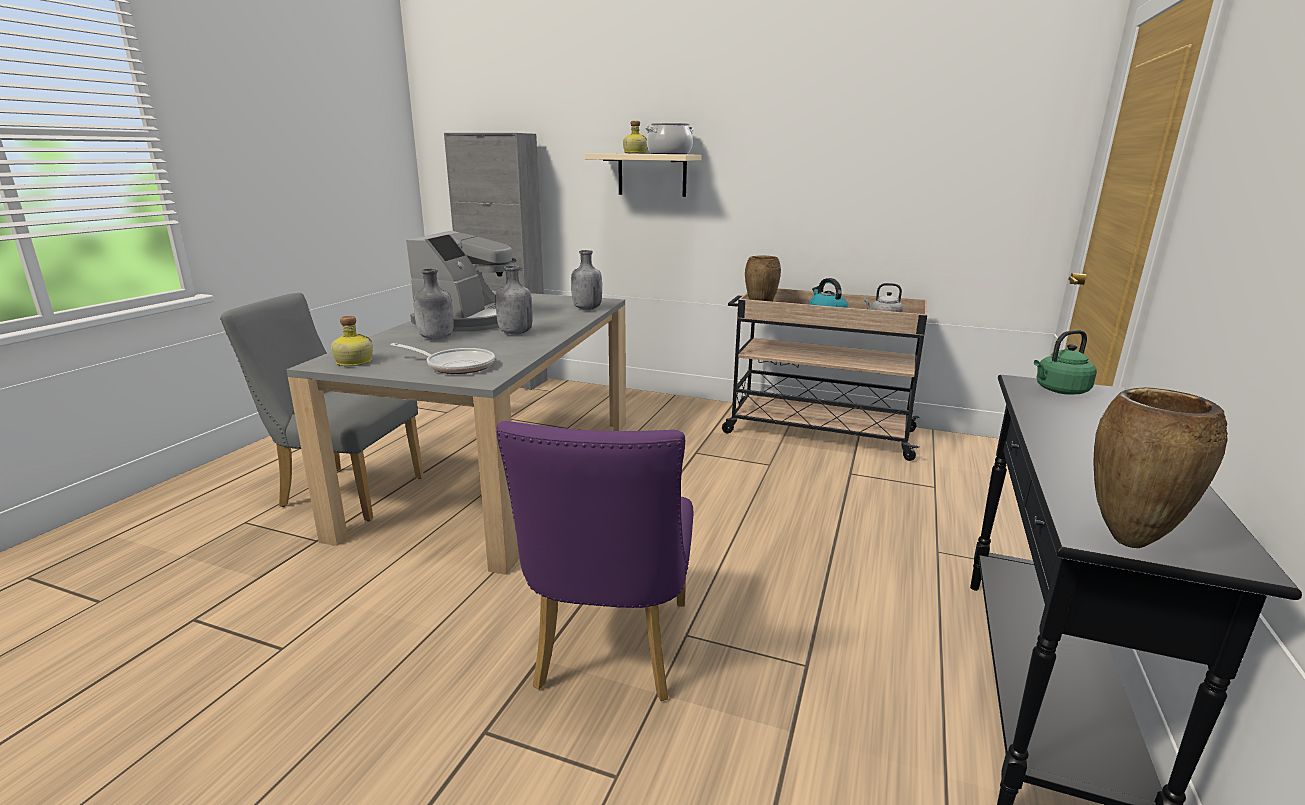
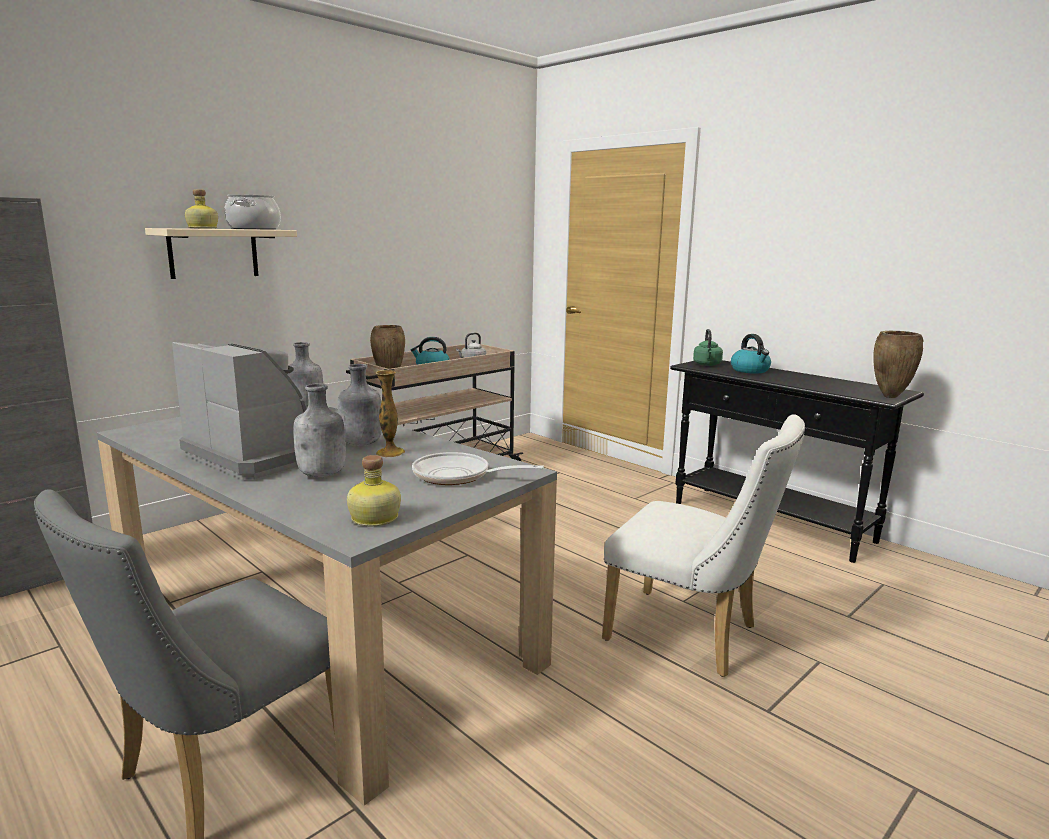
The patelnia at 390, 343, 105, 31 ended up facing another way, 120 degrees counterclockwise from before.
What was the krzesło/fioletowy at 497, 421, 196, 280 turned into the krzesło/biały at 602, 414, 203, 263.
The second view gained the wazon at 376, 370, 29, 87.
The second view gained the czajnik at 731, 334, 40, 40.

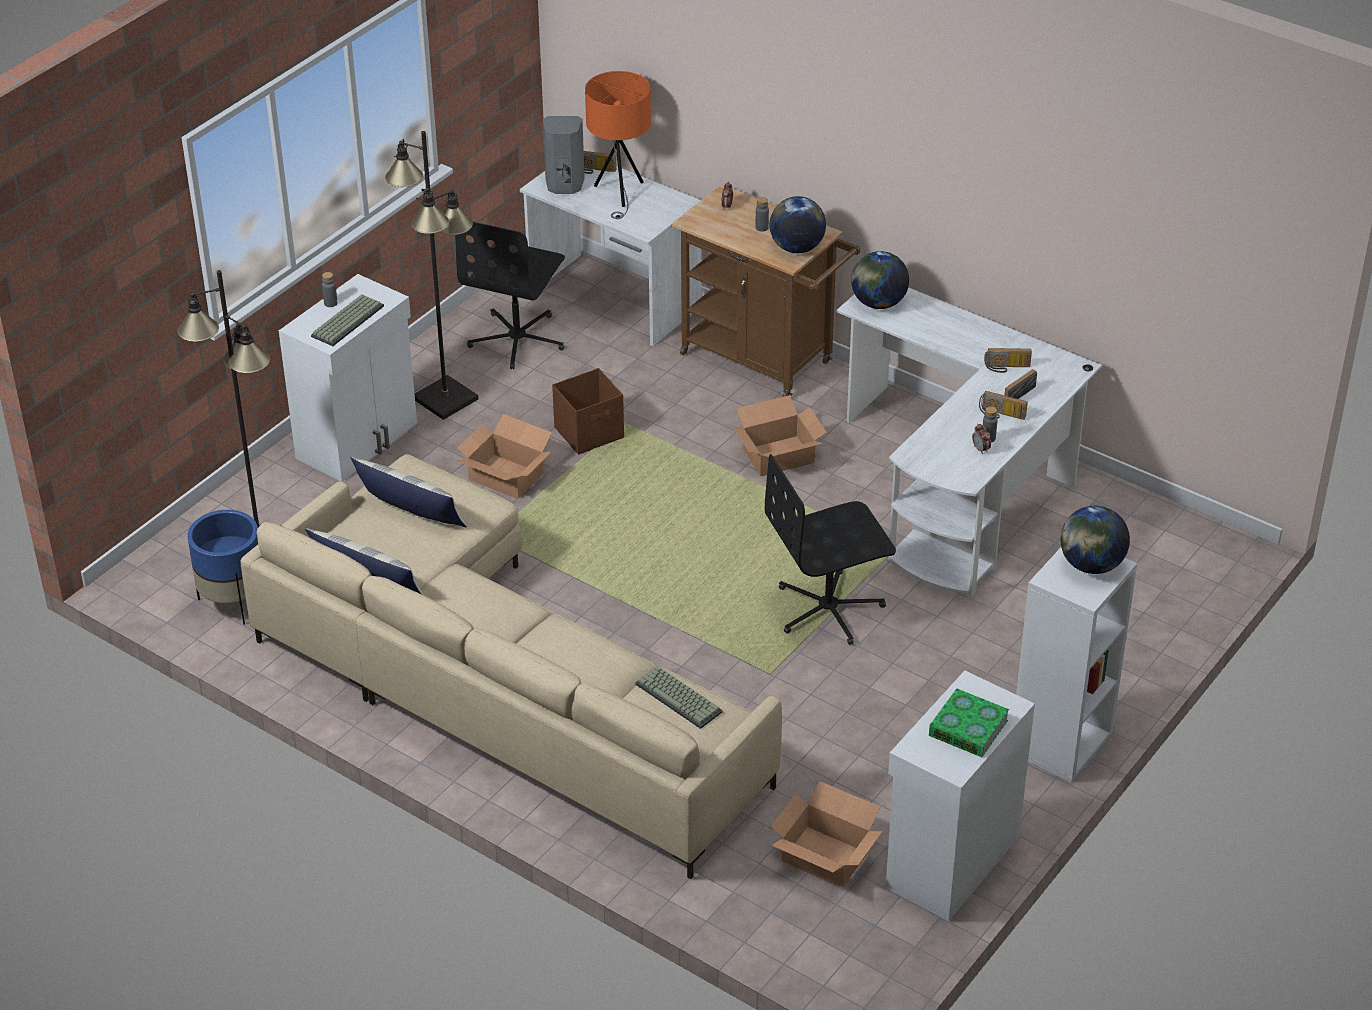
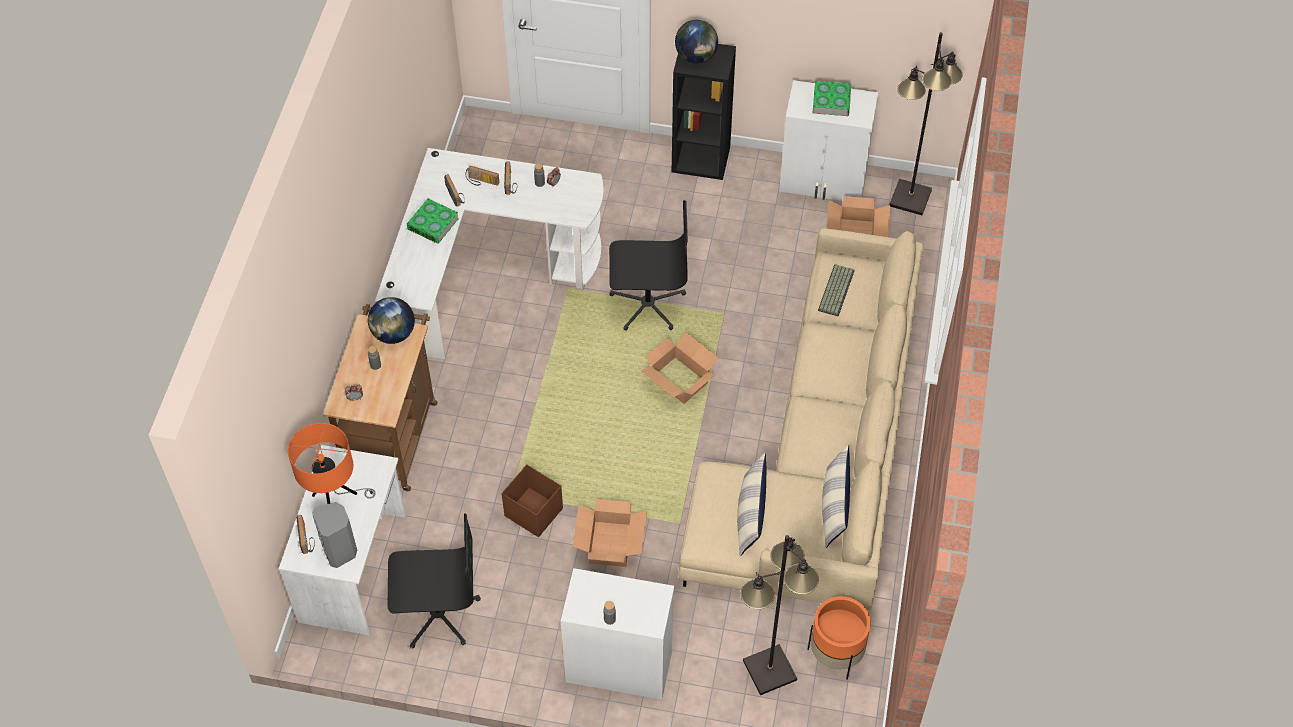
What was the donica/niebieski at 187, 510, 71, 115 turned into the donica/pomarańczowy at 808, 596, 63, 84.
The second view lost the klawiatura at 311, 294, 73, 52.
The lampa stojąca/czarny ended up elsewhere, having gone from 385, 131, 93, 289 to 889, 32, 74, 183.
The karton ended up elsewhere, having gone from 732, 395, 94, 81 to 641, 332, 77, 72.
The krzesło biurowe/czarny at 765, 454, 131, 191 ended up facing another way, 45 degrees counterclockwise from before.
The second view lost the globus at 851, 251, 58, 58.
What was the regał/biały at 1016, 548, 121, 235 turned into the regał/czarny at 672, 44, 64, 136.
The second view gained the książka at 407, 198, 52, 46.

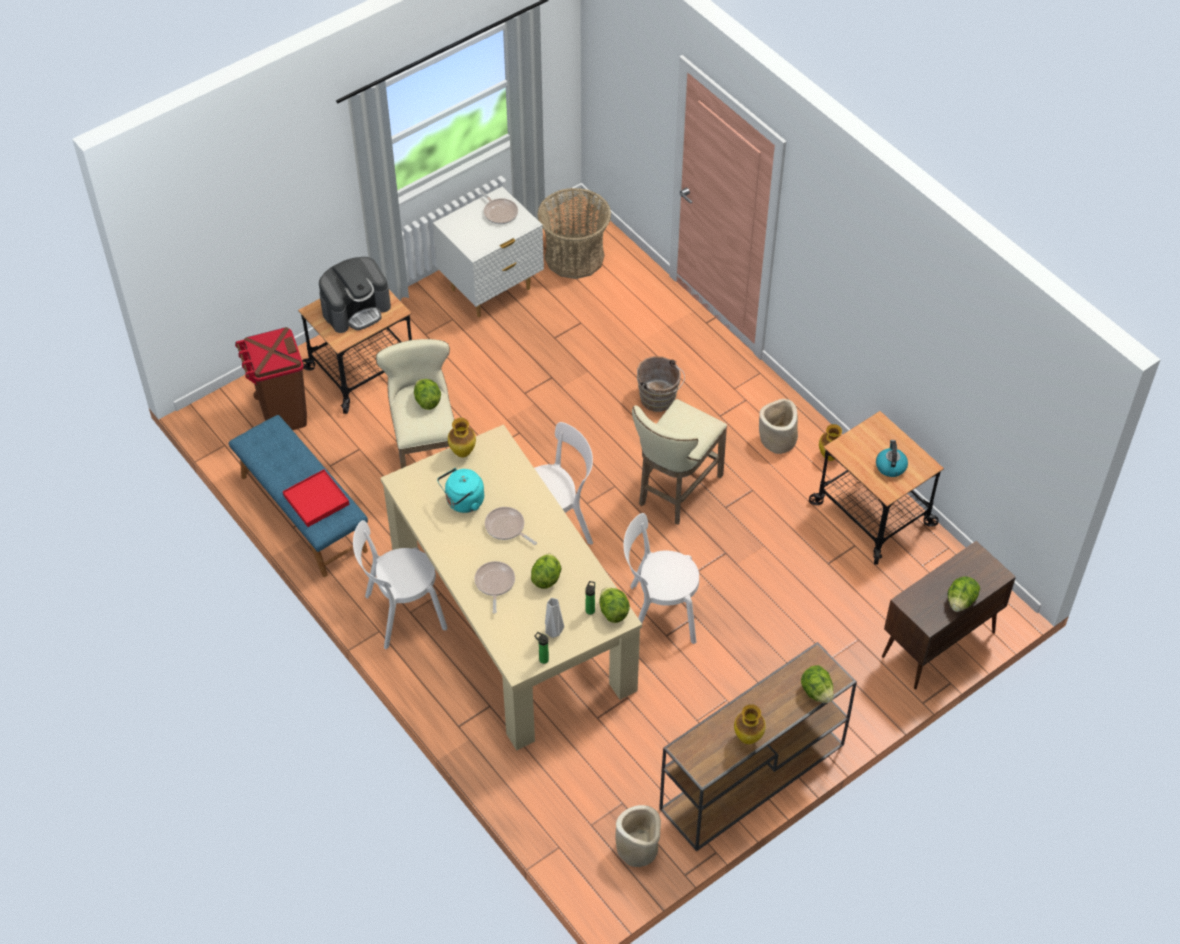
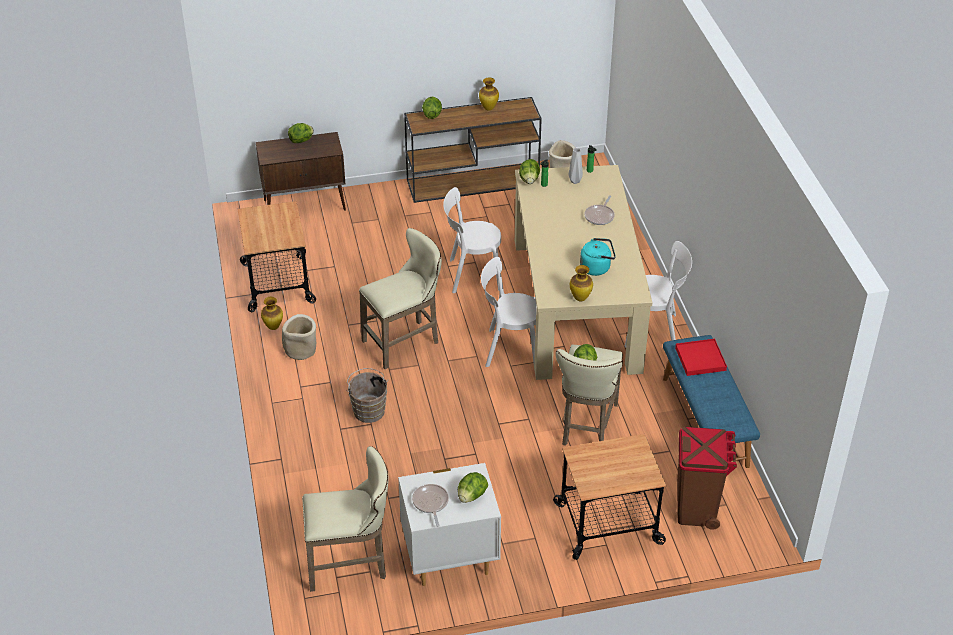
The second view lost the ekspres do kawy at 319, 257, 72, 76.
The second view lost the patelnia at 485, 507, 52, 38.
The sałata ended up elsewhere, having gone from 531, 553, 30, 36 to 458, 472, 30, 31.
Where the koszyk stood at 537, 188, 74, 91, the stołek/beżowy came to stand at 302, 446, 87, 146.
The krzesło/biały at 624, 513, 75, 131 ended up facing another way, 150 degrees clockwise from before.
The second view lost the czajnik at 876, 440, 32, 37.

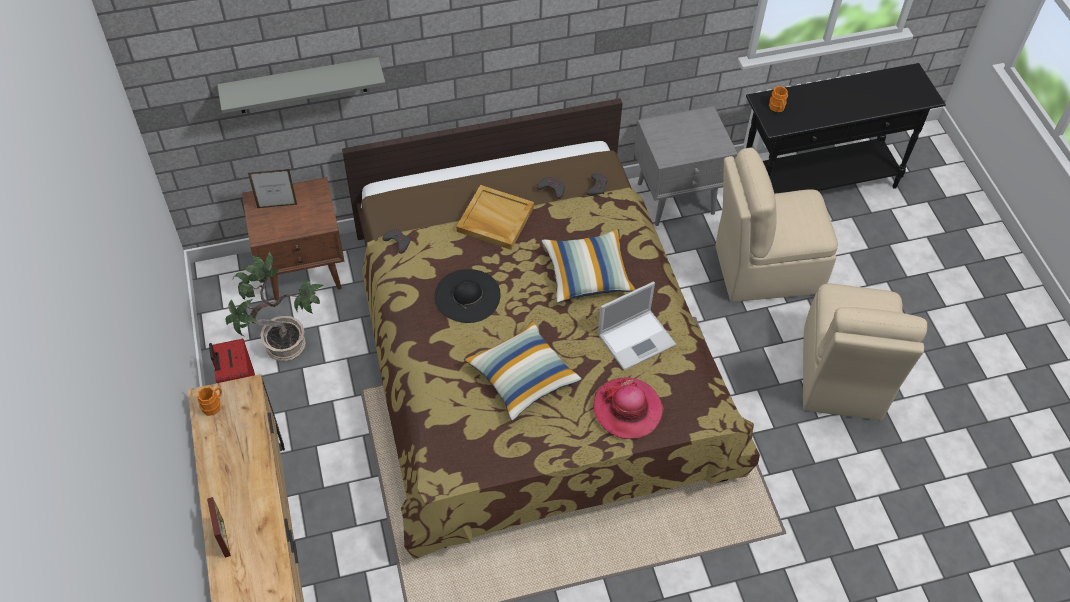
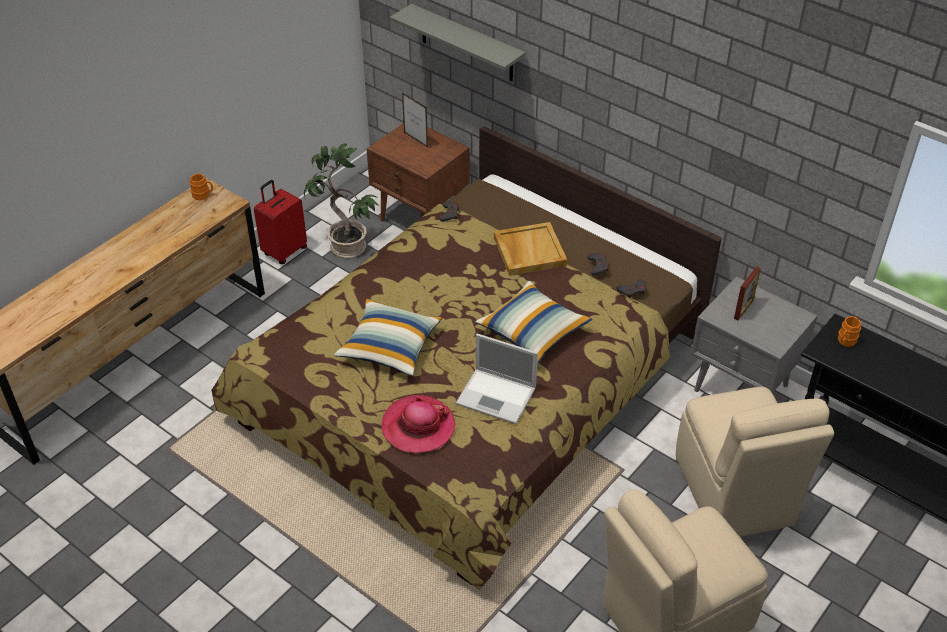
The ramka na zdjęcie ended up elsewhere, having gone from 207, 497, 24, 61 to 734, 266, 27, 54.
The second view lost the kapelusz/czarny at 434, 269, 67, 54.
The krzesło/beżowy at 715, 148, 123, 154 ended up facing another way, 150 degrees counterclockwise from before.

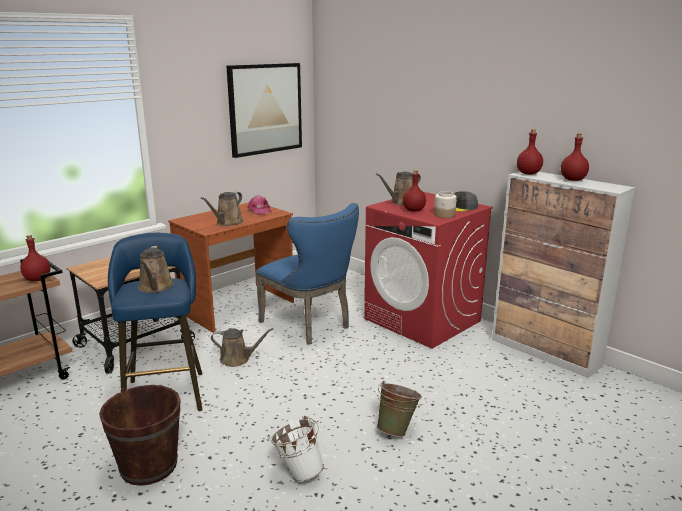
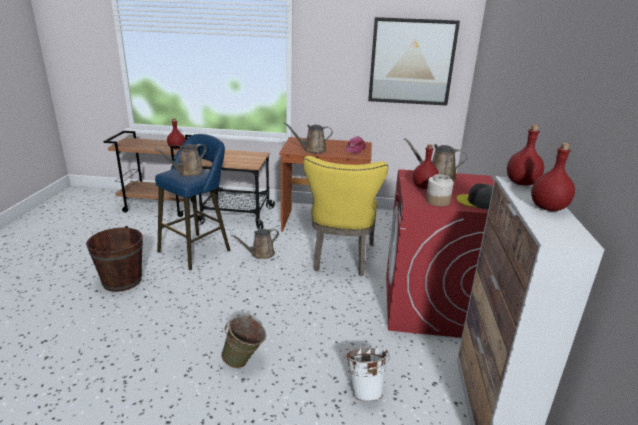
The konewka/brązowy at 211, 328, 62, 39 ended up facing another way, 90 degrees clockwise from before.
What was the krzesło/niebieski at 256, 203, 103, 141 turned into the krzesło/żółty at 303, 156, 85, 120.
The wiadro/biały ended up elsewhere, having gone from 271, 415, 53, 67 to 345, 347, 45, 55.

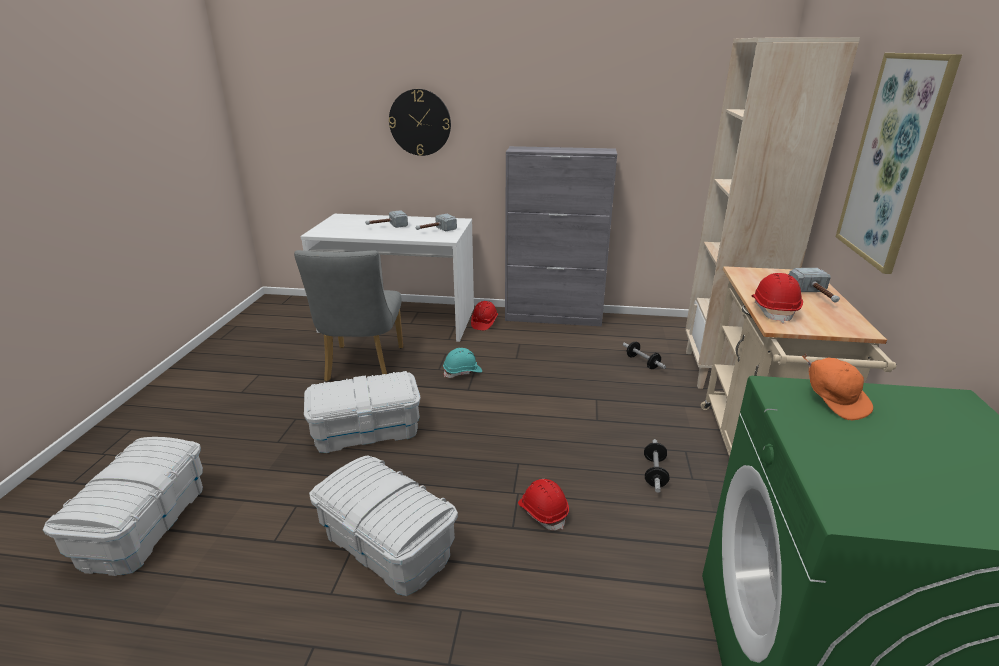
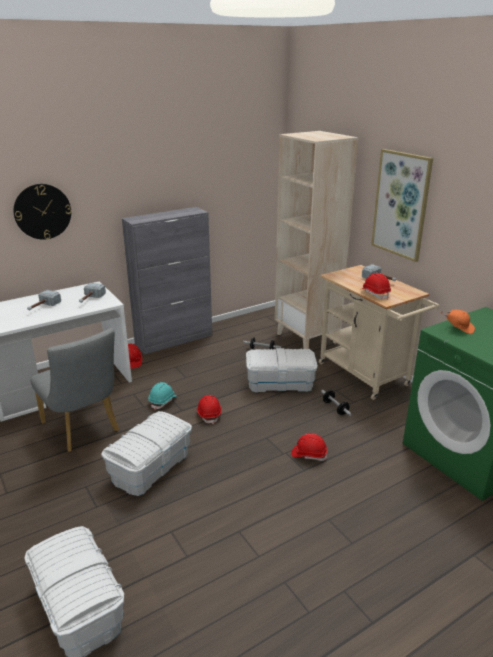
The pojemnik do przechowywania/biały ended up elsewhere, having gone from 309, 456, 149, 140 to 246, 348, 72, 44.
The second view gained the kask/czerwony at 197, 395, 25, 29.

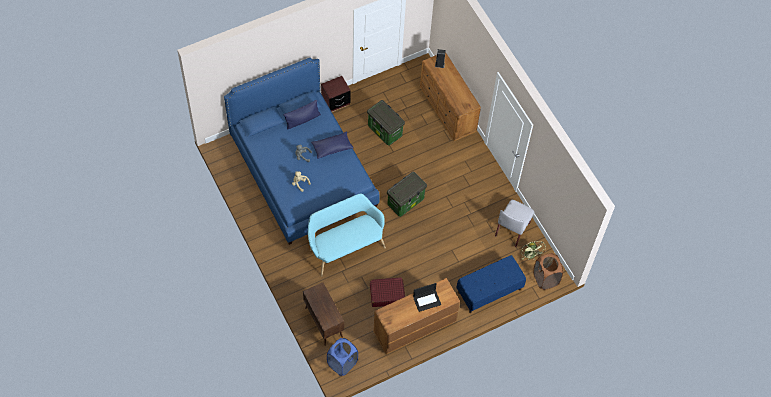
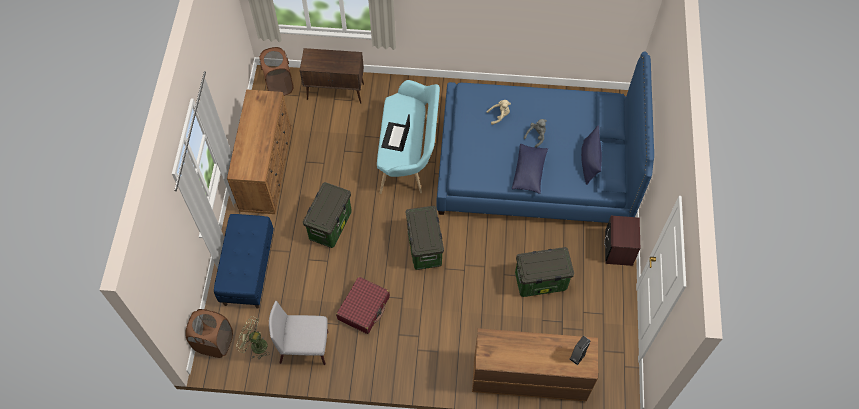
What was the kosz na pranie/niebieski at 327, 338, 31, 38 turned into the kosz na pranie/brązowy at 259, 47, 35, 49.
The walizka/czerwony ended up elsewhere, having gone from 370, 277, 35, 30 to 336, 277, 54, 57.
The laptop ended up elsewhere, having gone from 413, 283, 28, 29 to 381, 114, 29, 37.
The krzesło/szary at 495, 200, 40, 47 ended up facing another way, 60 degrees counterclockwise from before.
The second view gained the pojemnik do przechowywania at 303, 182, 49, 66.

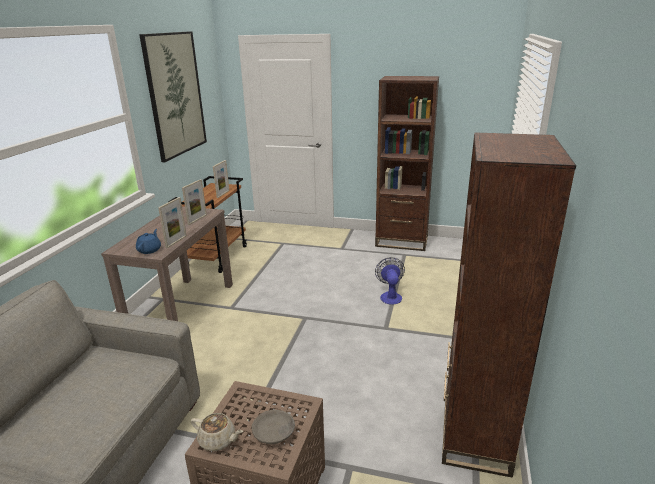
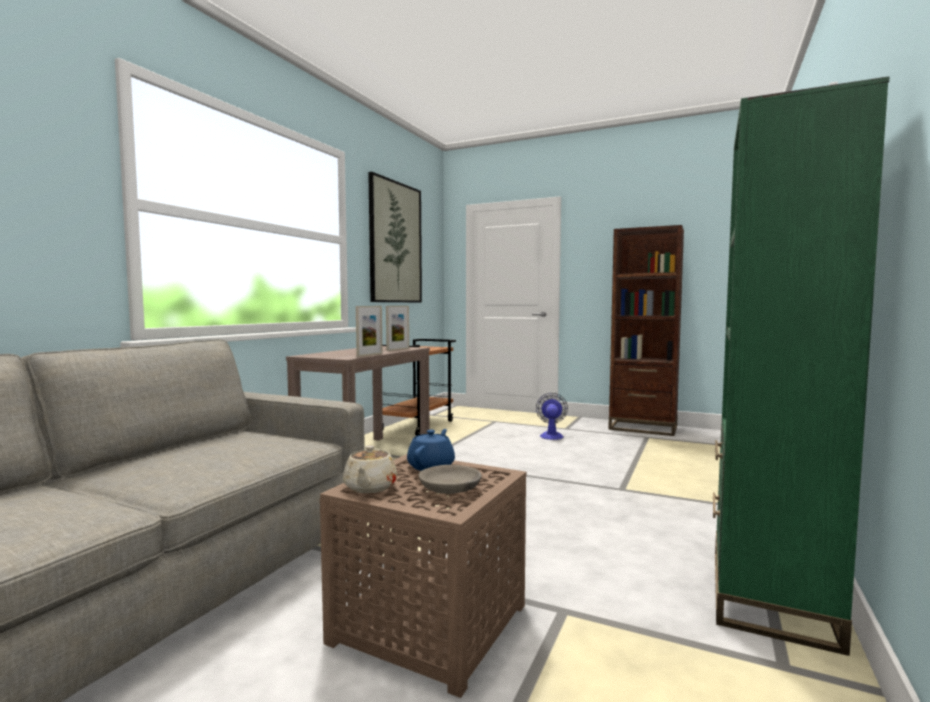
The imbryk/niebieski ended up elsewhere, having gone from 136, 229, 25, 25 to 407, 429, 48, 42.
The imbryk/beżowy at 191, 413, 52, 38 ended up facing another way, 60 degrees clockwise from before.
The second view lost the ramka na zdjęcie at 213, 160, 17, 38.
The wentylator ended up elsewhere, having gone from 375, 257, 30, 47 to 536, 393, 32, 47.
What was the regał/brązowy at 442, 132, 134, 346 turned into the regał/zielony at 713, 76, 176, 580.

